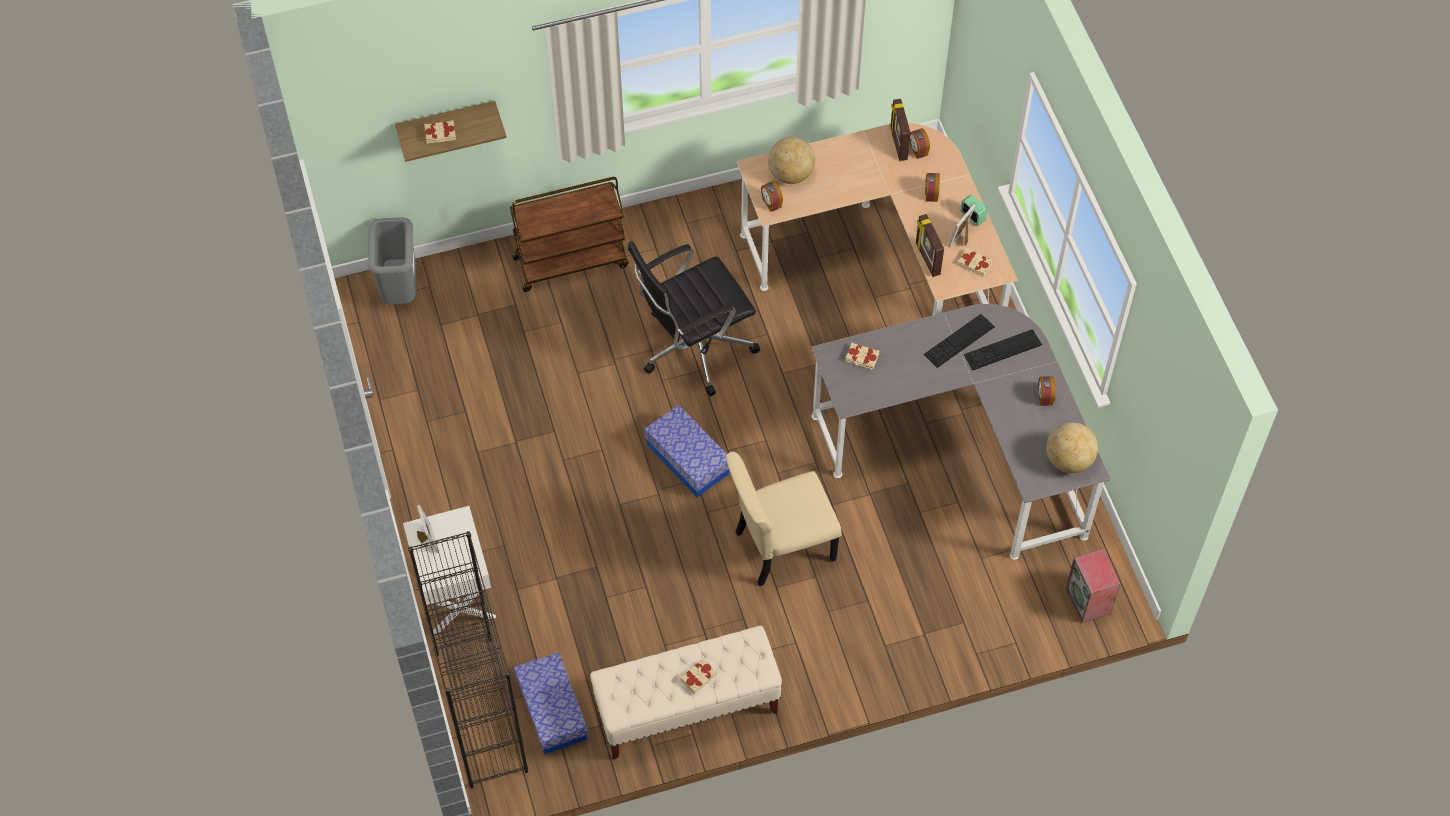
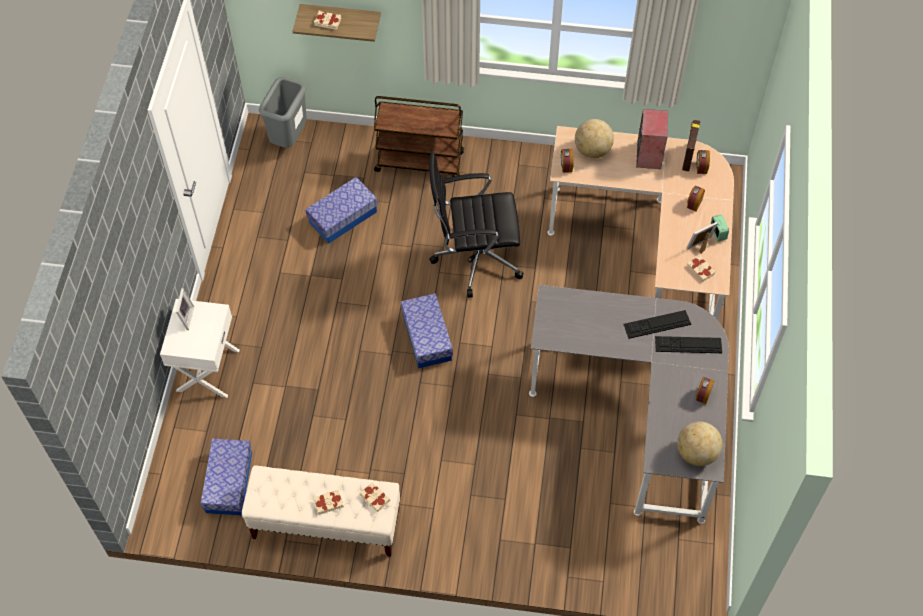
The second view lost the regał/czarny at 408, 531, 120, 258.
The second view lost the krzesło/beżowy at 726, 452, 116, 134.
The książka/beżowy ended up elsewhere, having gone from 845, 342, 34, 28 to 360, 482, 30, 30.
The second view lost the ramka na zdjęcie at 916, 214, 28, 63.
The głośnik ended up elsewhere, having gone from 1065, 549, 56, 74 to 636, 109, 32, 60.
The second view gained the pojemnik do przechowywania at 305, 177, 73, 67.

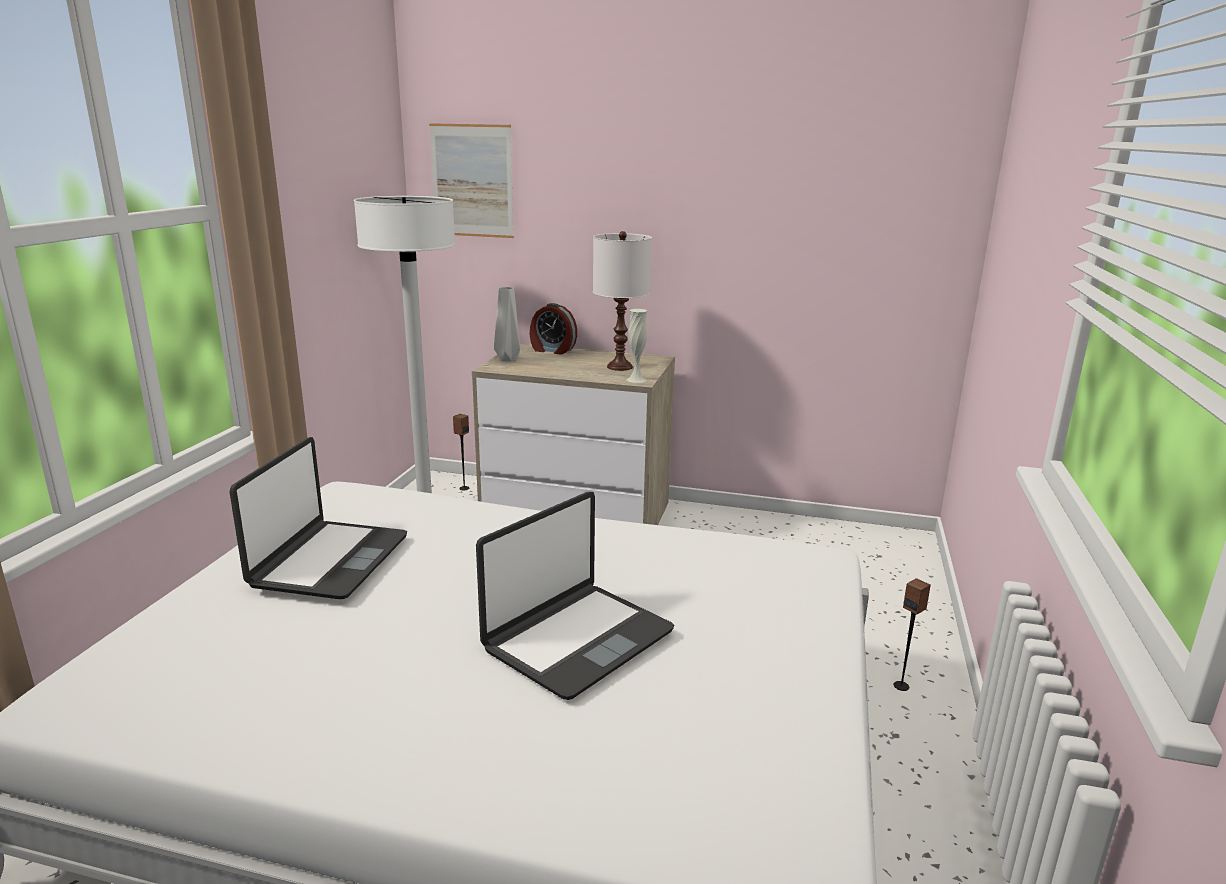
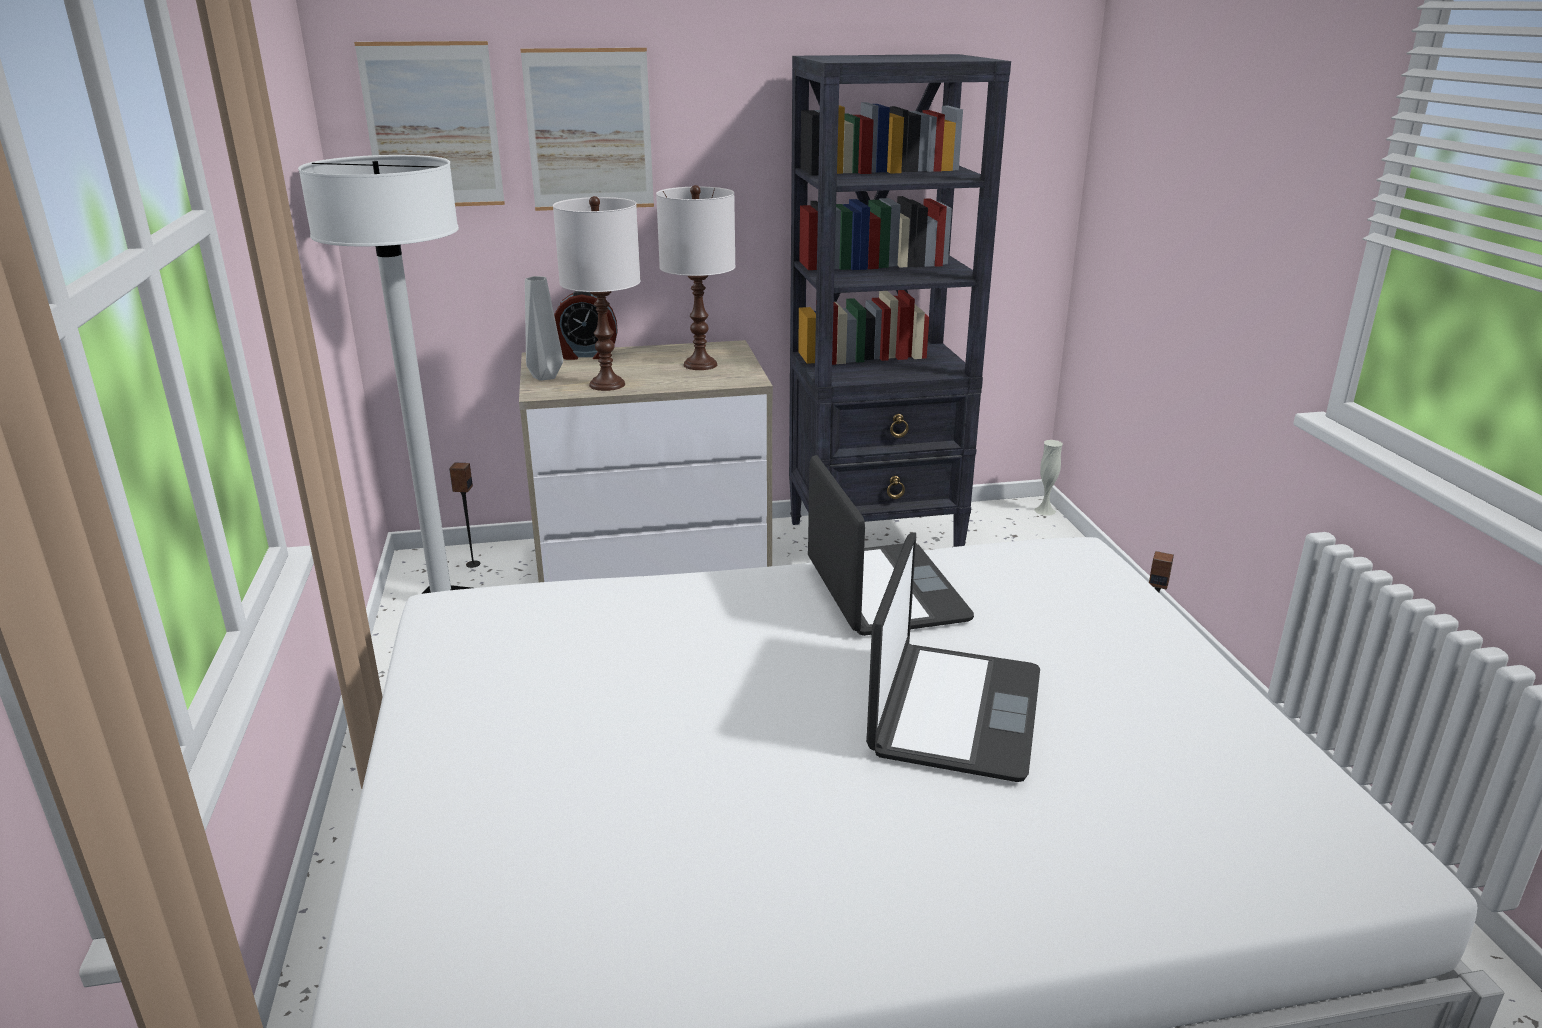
The laptop ended up elsewhere, having gone from 230, 437, 177, 163 to 808, 455, 166, 181.
The wazon/biały ended up elsewhere, having gone from 627, 309, 20, 74 to 1034, 440, 29, 76.
The second view gained the obraz at 520, 48, 134, 163.
The second view gained the lampa stołowa/biały at 553, 196, 87, 195.
The second view gained the regał/czarny at 789, 54, 222, 493.

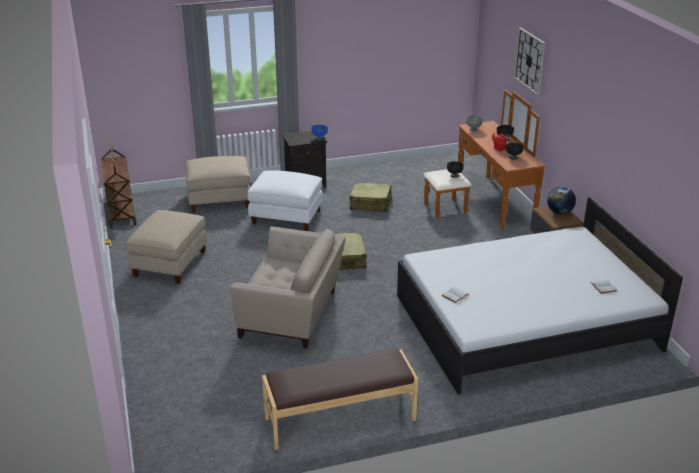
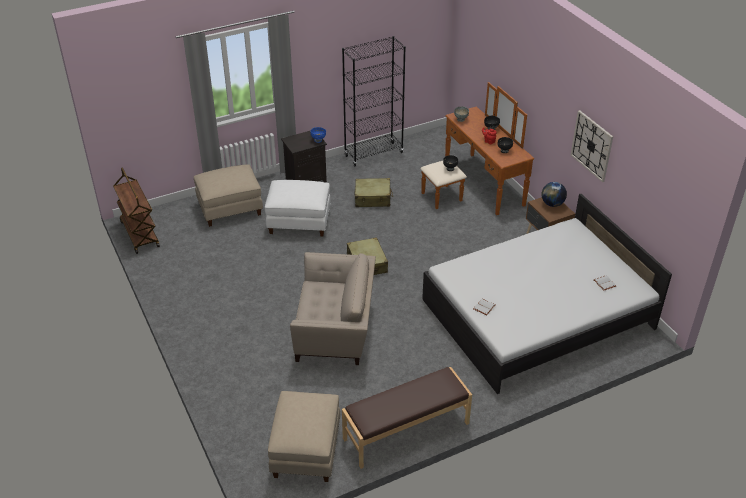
The pufa/beżowy ended up elsewhere, having gone from 126, 210, 81, 74 to 268, 391, 72, 91.
The zegar ścienny ended up elsewhere, having gone from 514, 27, 32, 69 to 571, 110, 42, 72.
The second view gained the regał/czarny at 342, 36, 64, 131.

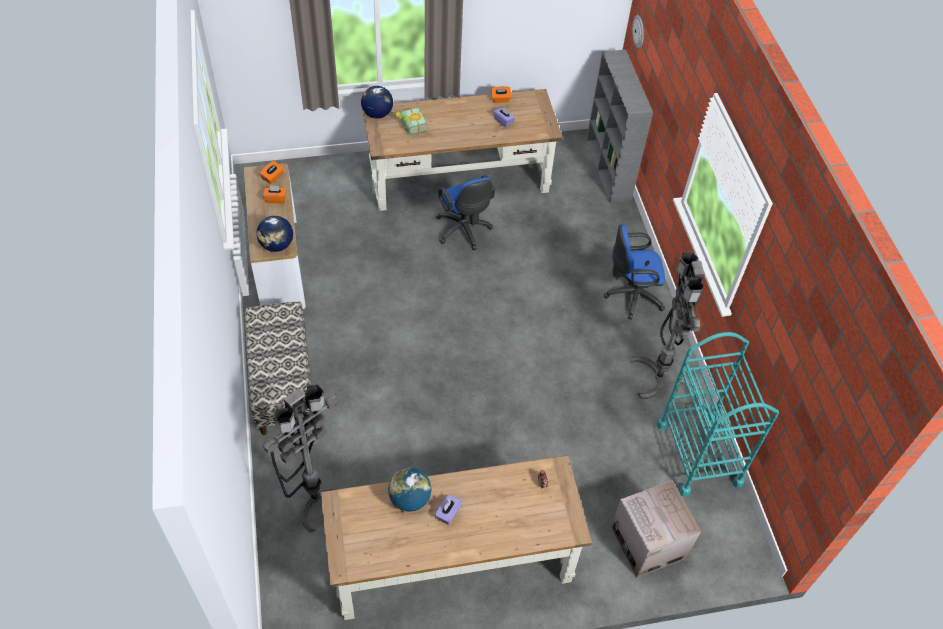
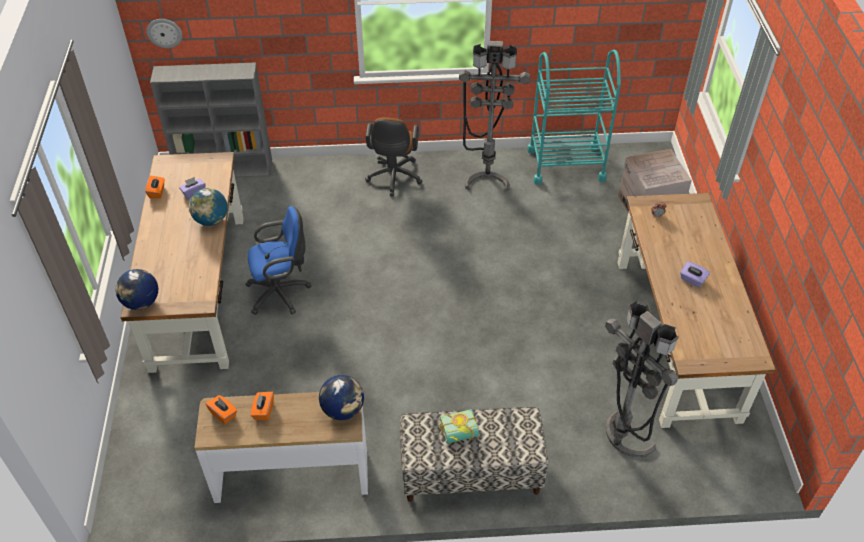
The globus ended up elsewhere, having gone from 388, 468, 43, 43 to 189, 188, 39, 38.
The książka ended up elsewhere, having gone from 395, 108, 32, 27 to 440, 409, 39, 35.
What was the krzesło biurowe/niebieski at 603, 224, 62, 96 turned into the krzesło biurowe/brązowy at 365, 117, 57, 79.

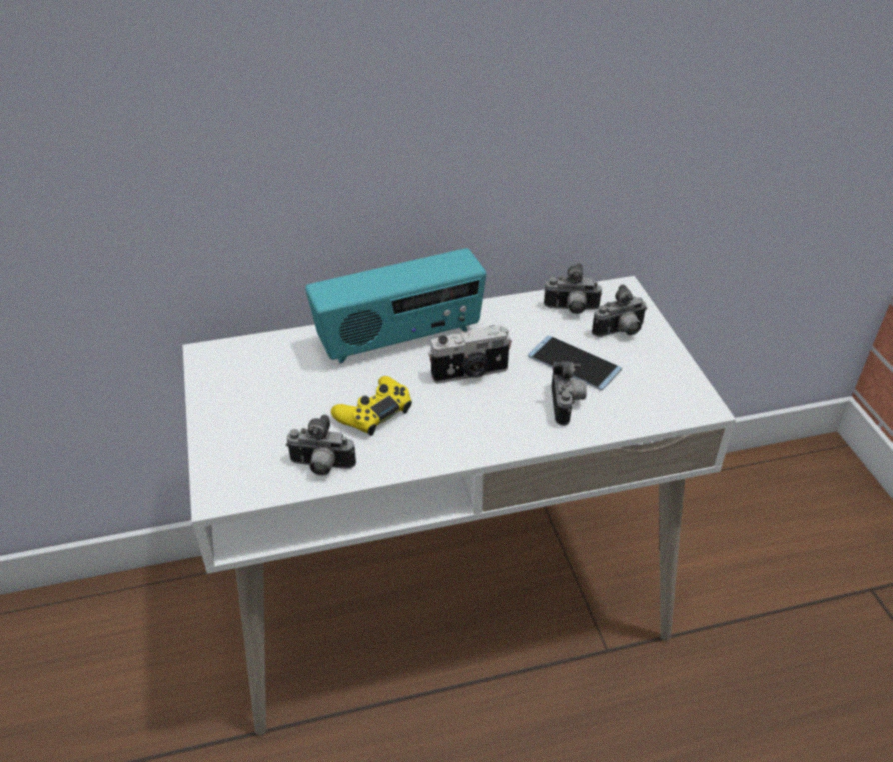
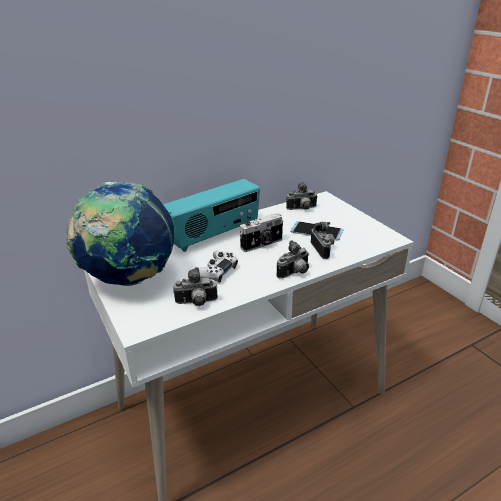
What was the pad do gier/żółty at 331, 376, 81, 60 turned into the pad do gier/biały at 199, 251, 39, 32.
The aparat fotograficzny ended up elsewhere, having gone from 592, 284, 55, 53 to 276, 240, 33, 39.
The second view gained the globus at 66, 182, 108, 104.

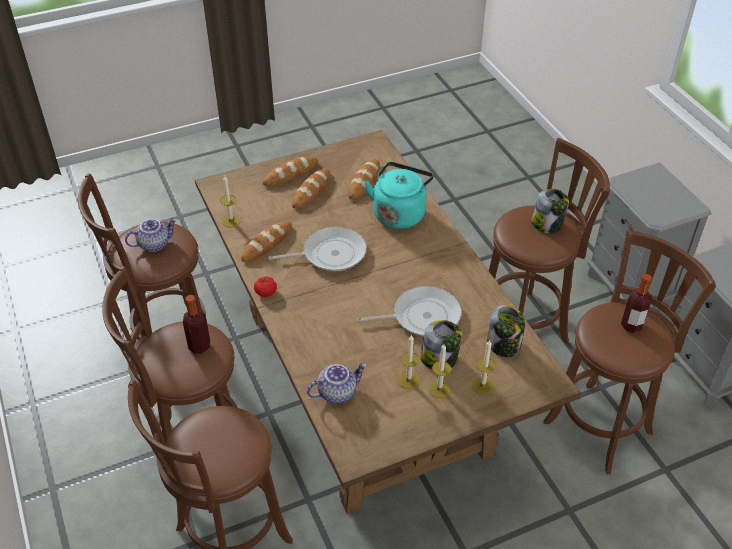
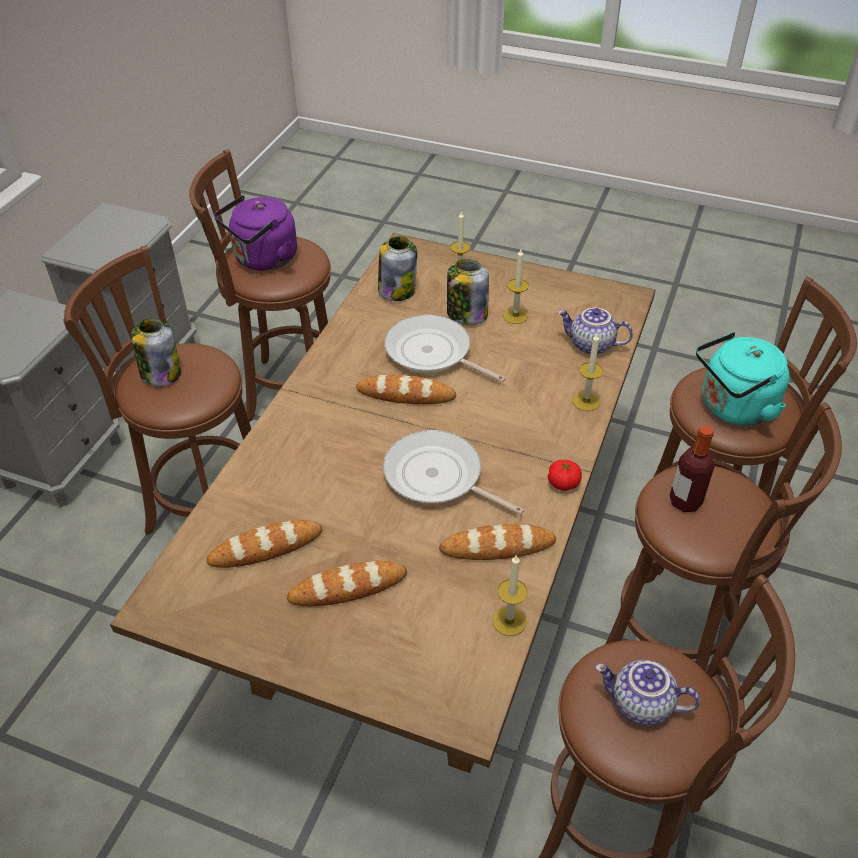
The chleb ended up elsewhere, having gone from 263, 157, 55, 29 to 356, 375, 100, 29.
The czajnik/turkusowy ended up elsewhere, having gone from 364, 162, 70, 67 to 696, 332, 93, 94.
The świeca ended up elsewhere, having gone from 429, 344, 22, 54 to 572, 334, 31, 77.
Where the butelka stood at 621, 274, 31, 59, the czajnik/fioletowy came to stand at 214, 195, 83, 76.

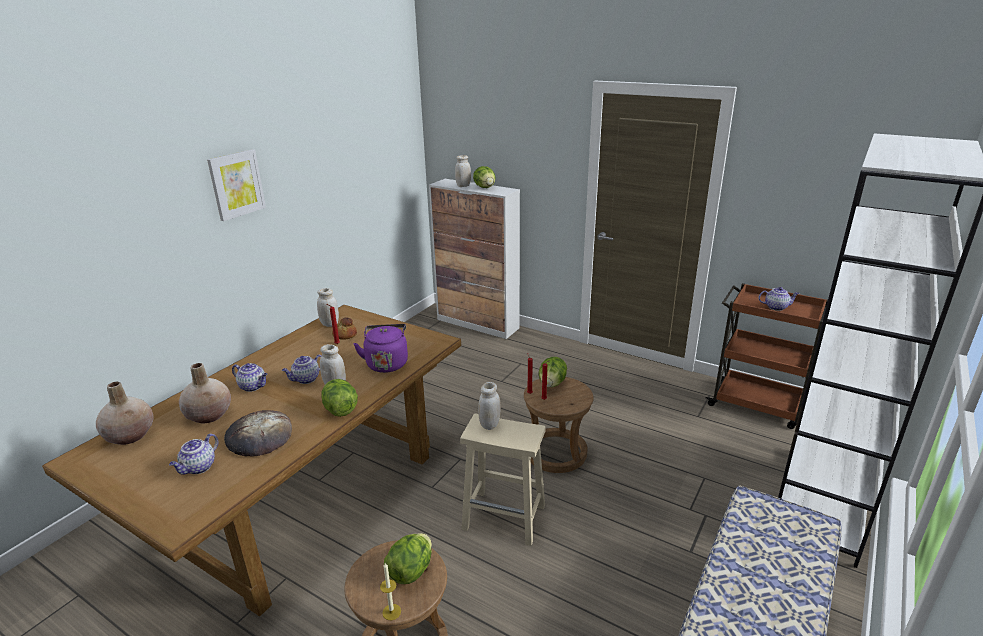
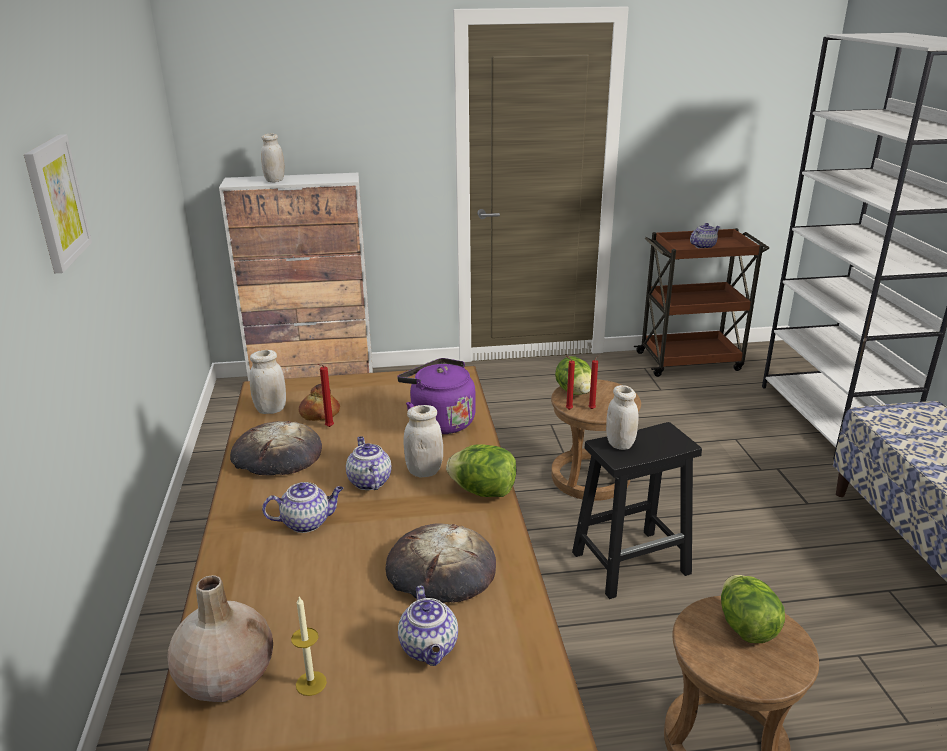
The second view lost the wazon/beżowy at 179, 363, 52, 60.
The imbryk at 282, 355, 40, 29 ended up facing another way, 150 degrees clockwise from before.
The świeca ended up elsewhere, having gone from 380, 563, 21, 57 to 291, 597, 36, 99.
What was the stołek/beżowy at 460, 414, 86, 132 turned into the stołek/czarny at 572, 422, 130, 177.
The second view lost the sałata at 473, 166, 22, 22.
The second view gained the chleb at 230, 421, 92, 55.

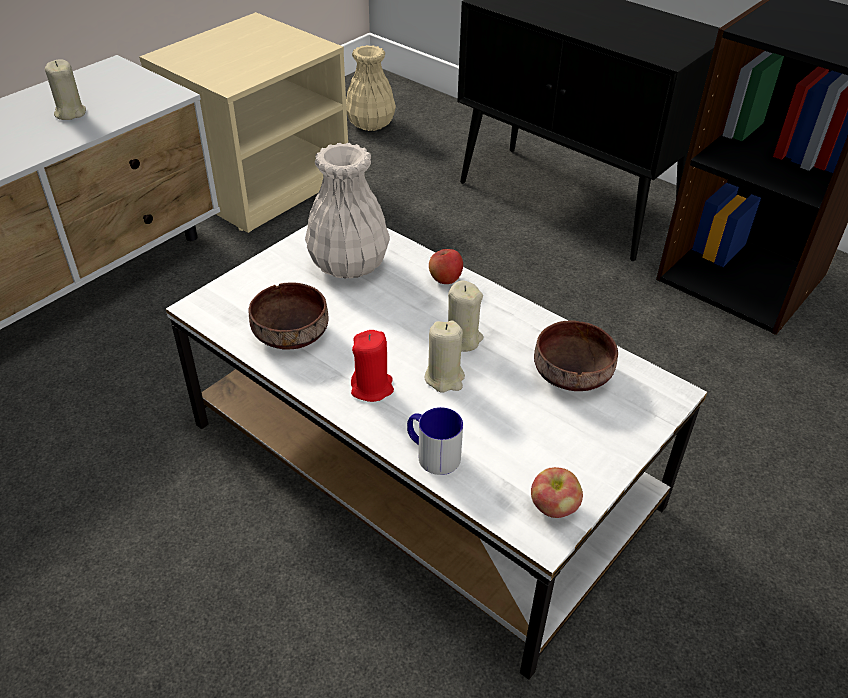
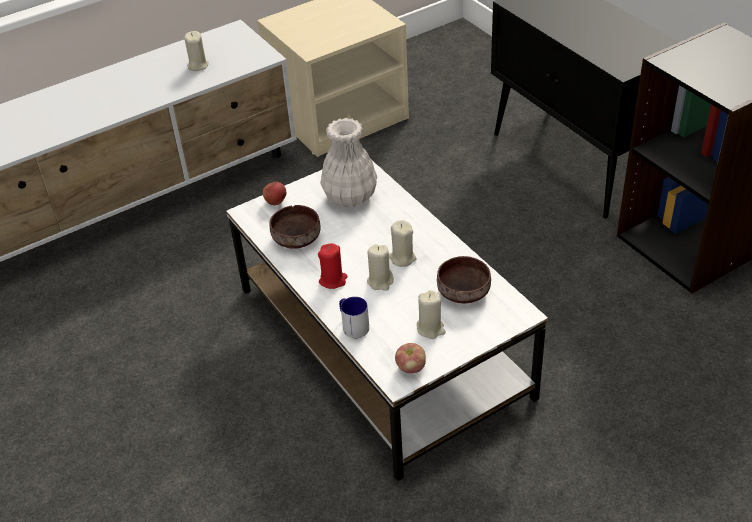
The second view lost the wazon/beżowy at 346, 45, 50, 86.
The jabłko ended up elsewhere, having gone from 429, 249, 34, 35 to 263, 182, 23, 23.
The second view gained the świeca/beżowy at 417, 290, 29, 49.

